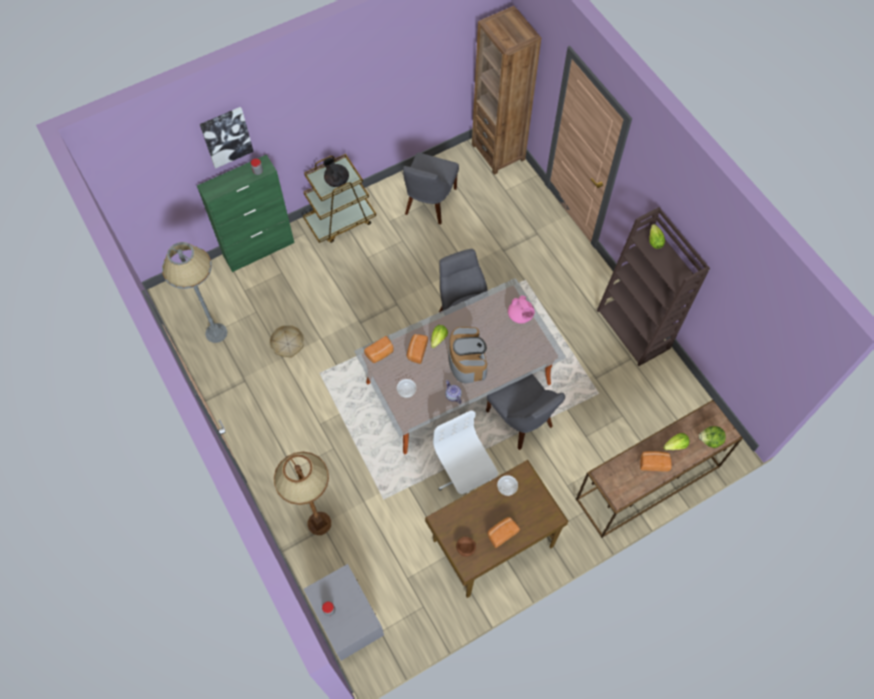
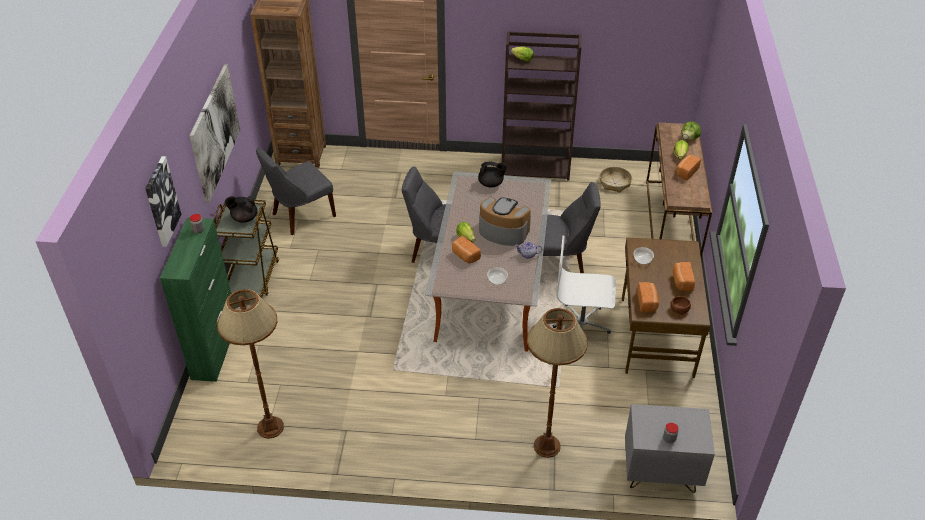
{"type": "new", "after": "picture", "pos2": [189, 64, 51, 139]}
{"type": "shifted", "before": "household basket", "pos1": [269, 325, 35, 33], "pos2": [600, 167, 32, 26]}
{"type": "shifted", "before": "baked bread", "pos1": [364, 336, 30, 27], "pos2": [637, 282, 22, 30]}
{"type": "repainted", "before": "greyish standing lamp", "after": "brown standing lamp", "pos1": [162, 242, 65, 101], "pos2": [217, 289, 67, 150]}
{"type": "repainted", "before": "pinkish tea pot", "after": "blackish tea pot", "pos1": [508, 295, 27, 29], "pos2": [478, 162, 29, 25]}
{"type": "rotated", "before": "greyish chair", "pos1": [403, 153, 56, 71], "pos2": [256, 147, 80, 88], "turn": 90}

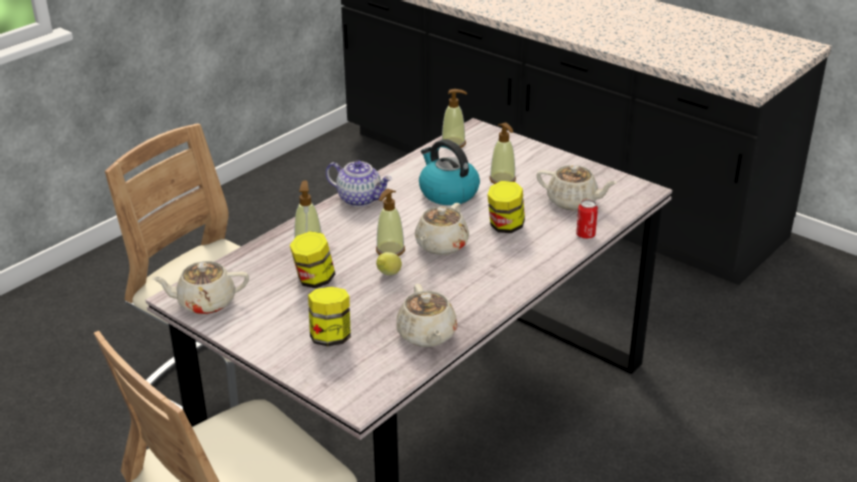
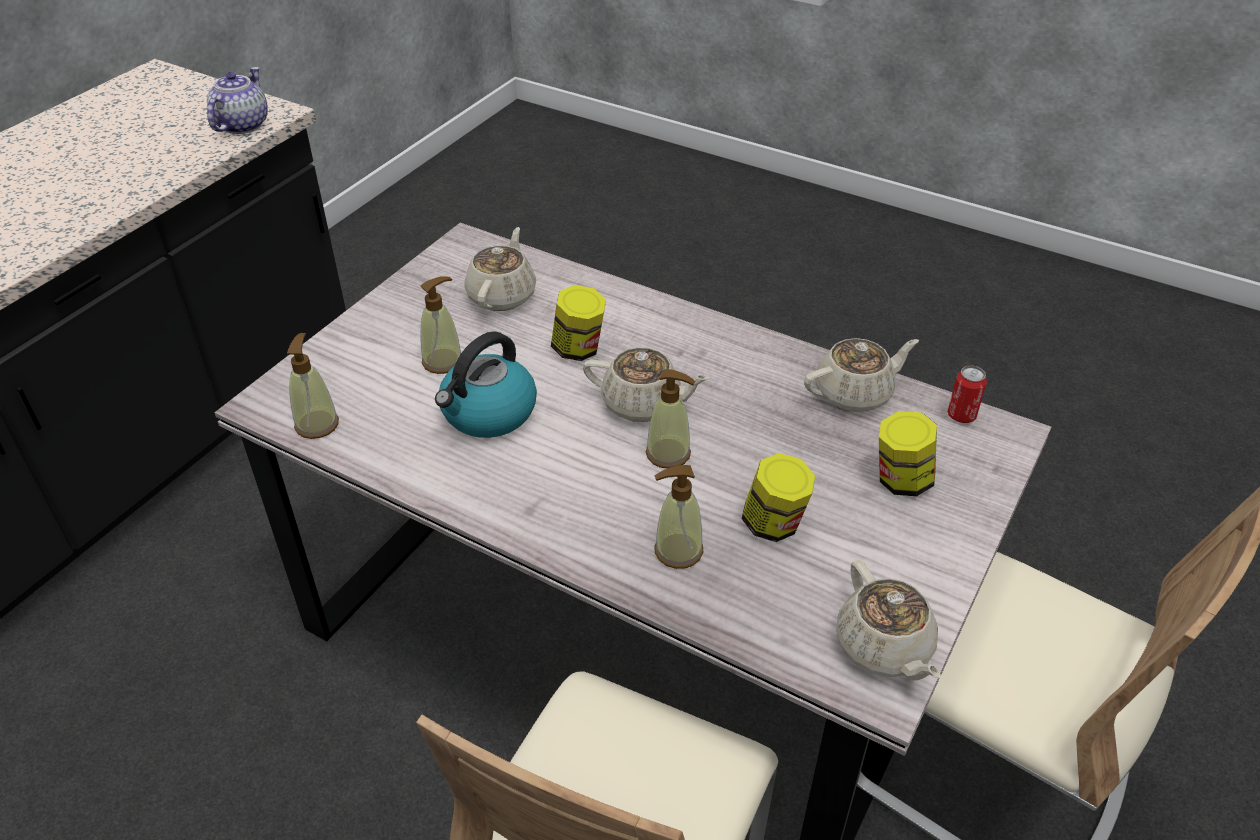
{"type": "gone", "before": "citrus fruit", "pos1": [376, 252, 26, 23]}
{"type": "shifted", "before": "tea pot", "pos1": [326, 160, 66, 47], "pos2": [207, 67, 61, 67]}
{"type": "shifted", "before": "can", "pos1": [576, 199, 22, 40], "pos2": [947, 366, 40, 57]}

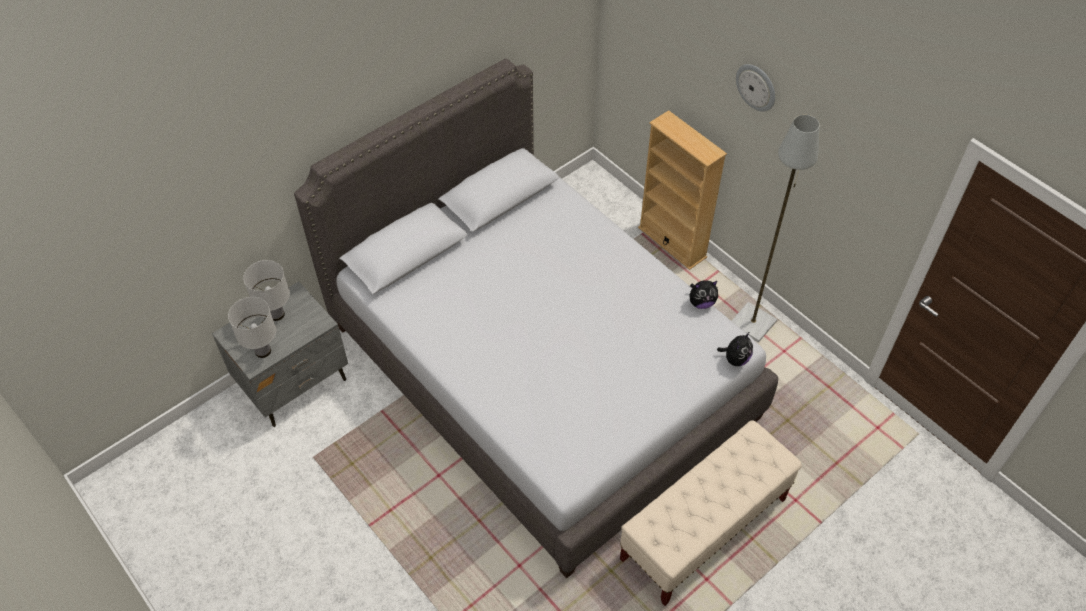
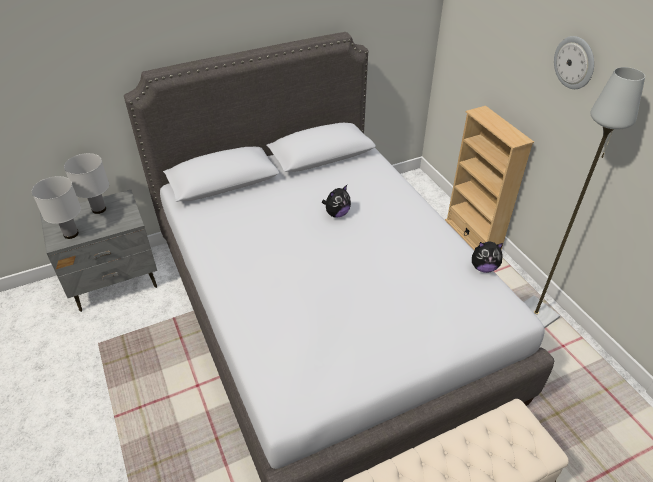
{"type": "shifted", "before": "soft toy", "pos1": [717, 332, 36, 34], "pos2": [322, 185, 29, 33]}

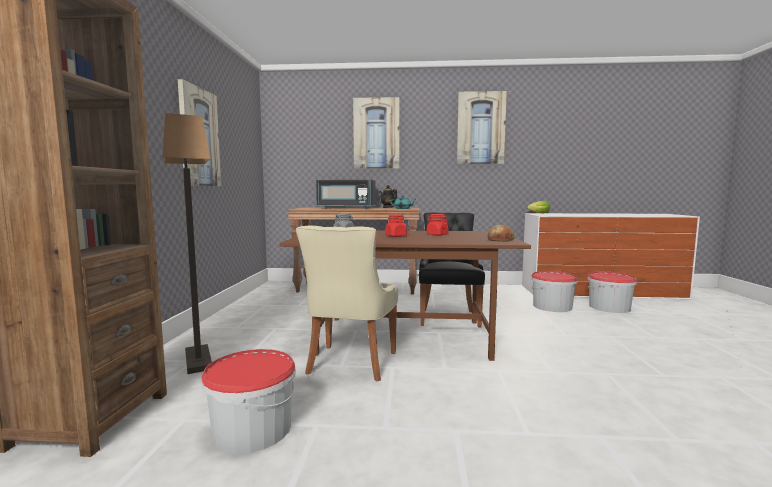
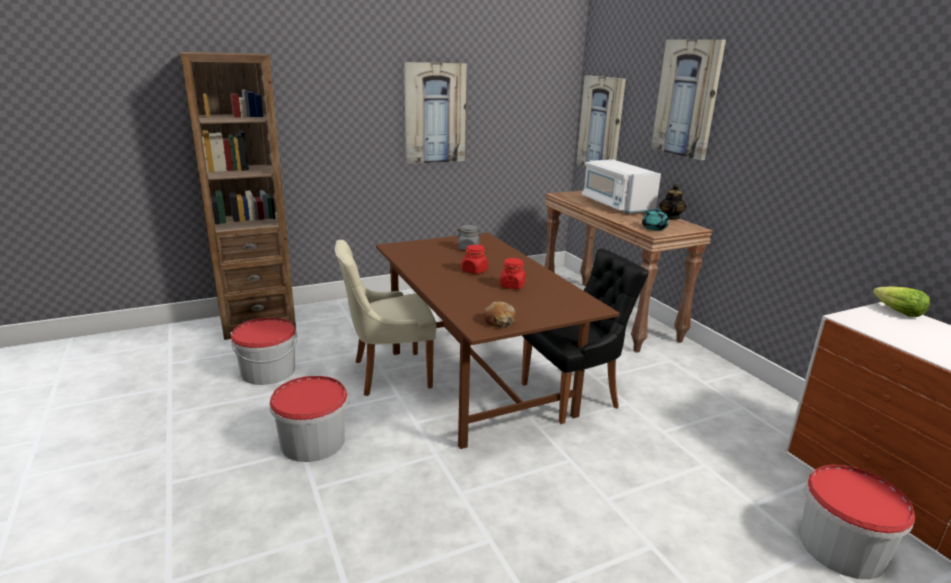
{"type": "gone", "before": "standing lamp", "pos1": [162, 113, 50, 261]}
{"type": "shifted", "before": "picture", "pos1": [457, 91, 50, 73], "pos2": [576, 75, 50, 92]}
{"type": "shifted", "before": "pail", "pos1": [531, 271, 47, 41], "pos2": [270, 376, 79, 86]}
{"type": "repainted", "before": "blackish microwave oven", "after": "white-coloured microwave oven", "pos1": [316, 180, 60, 29], "pos2": [582, 160, 79, 54]}

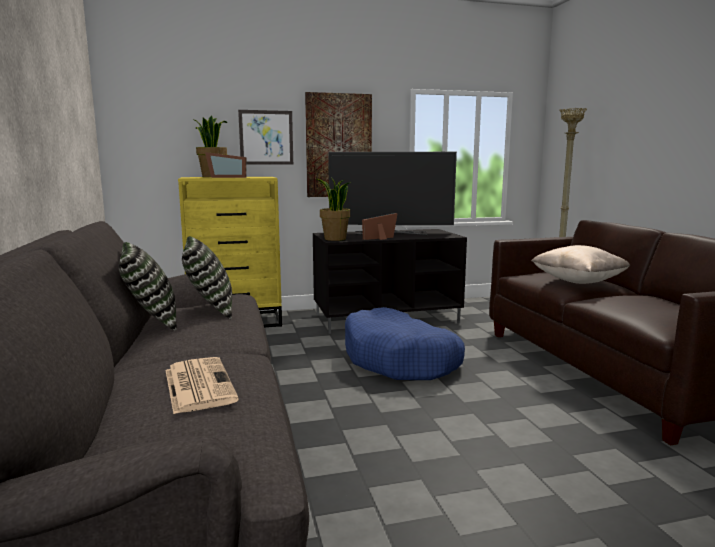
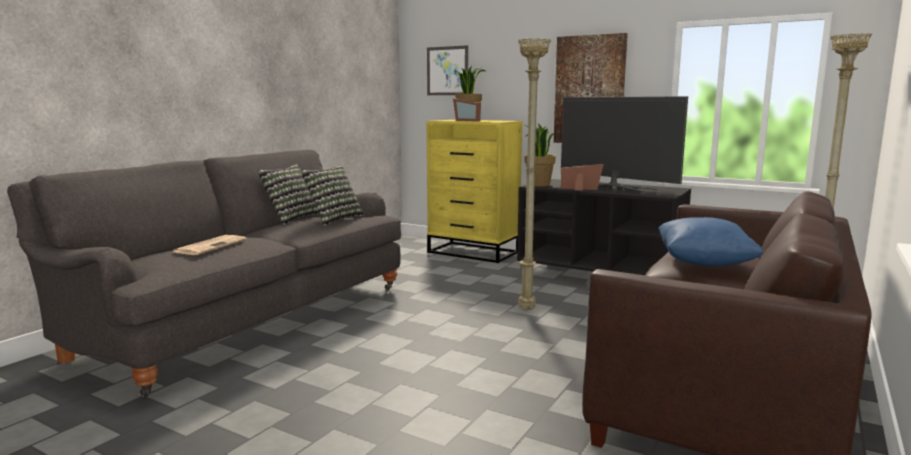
{"type": "shifted", "before": "picture", "pos1": [238, 110, 55, 55], "pos2": [427, 45, 41, 50]}
{"type": "swapped", "before": "blue-coloured dog bed", "after": "sand-coloured standing lamp", "pos1": [345, 307, 120, 73], "pos2": [518, 38, 33, 272]}
{"type": "repainted", "before": "sand-coloured throw pillow", "after": "blue-coloured throw pillow", "pos1": [531, 245, 99, 39], "pos2": [658, 217, 105, 49]}

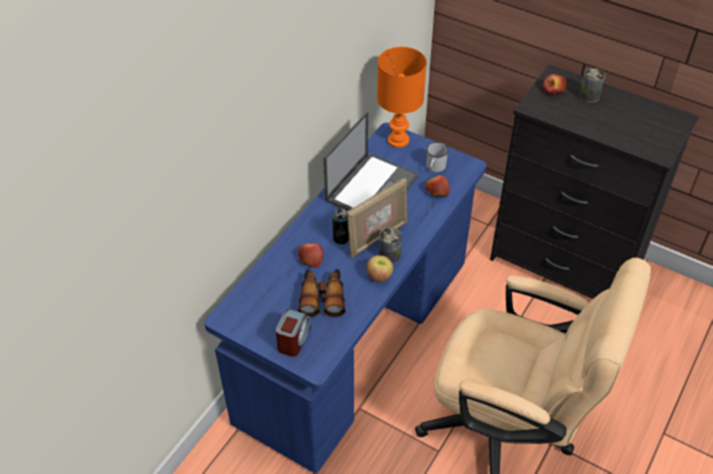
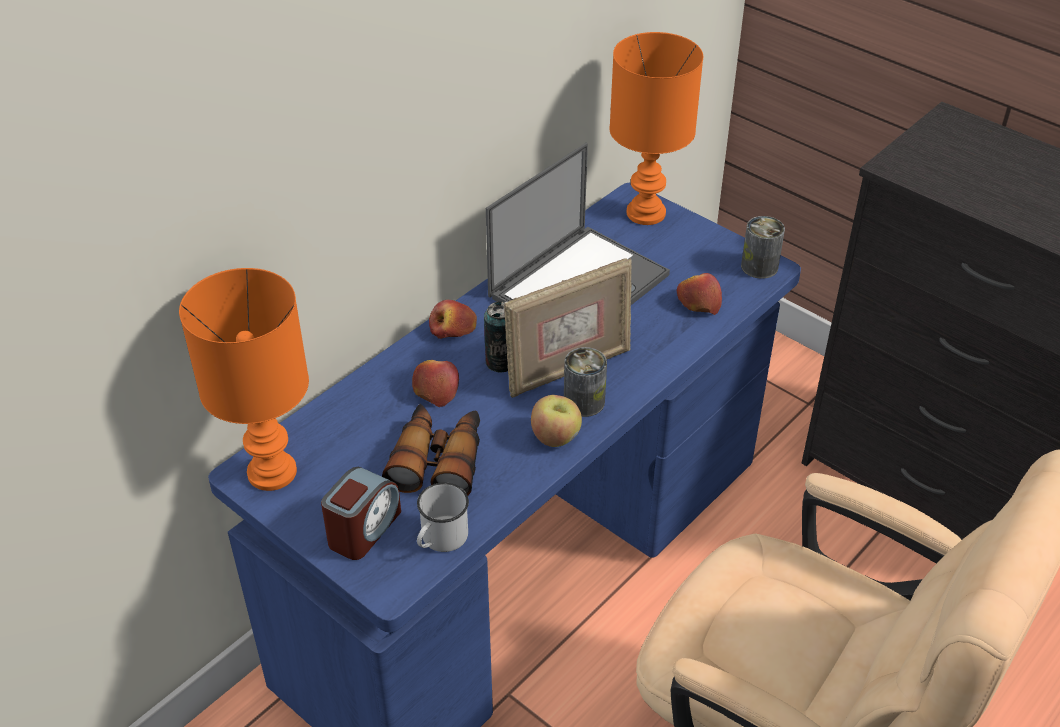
{"type": "new", "after": "orangey table lamp", "pos2": [179, 268, 130, 223]}
{"type": "shifted", "before": "white-coloured mug", "pos1": [426, 142, 23, 30], "pos2": [417, 482, 52, 70]}
{"type": "shifted", "before": "apple", "pos1": [543, 74, 24, 20], "pos2": [429, 300, 48, 39]}
{"type": "shifted", "before": "can", "pos1": [579, 68, 26, 35], "pos2": [741, 216, 44, 63]}

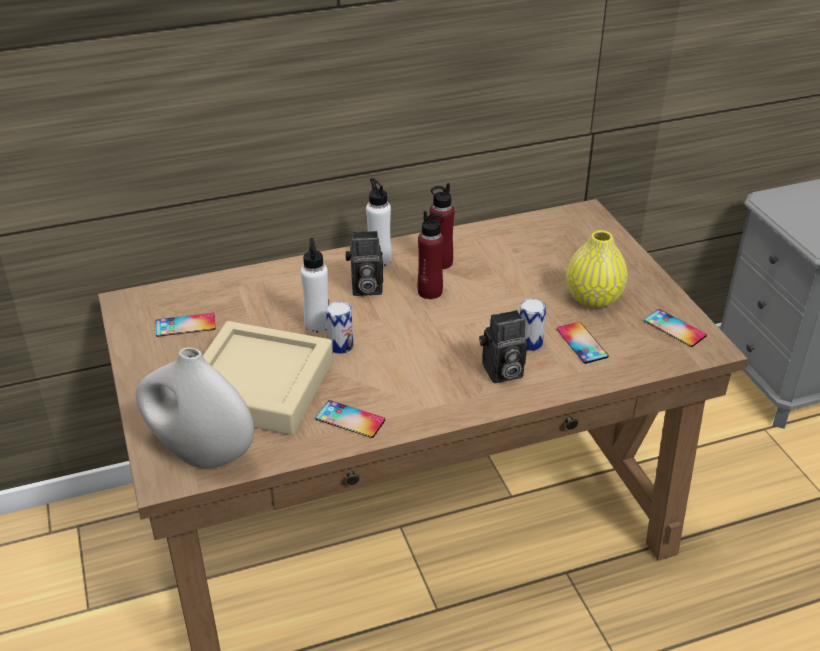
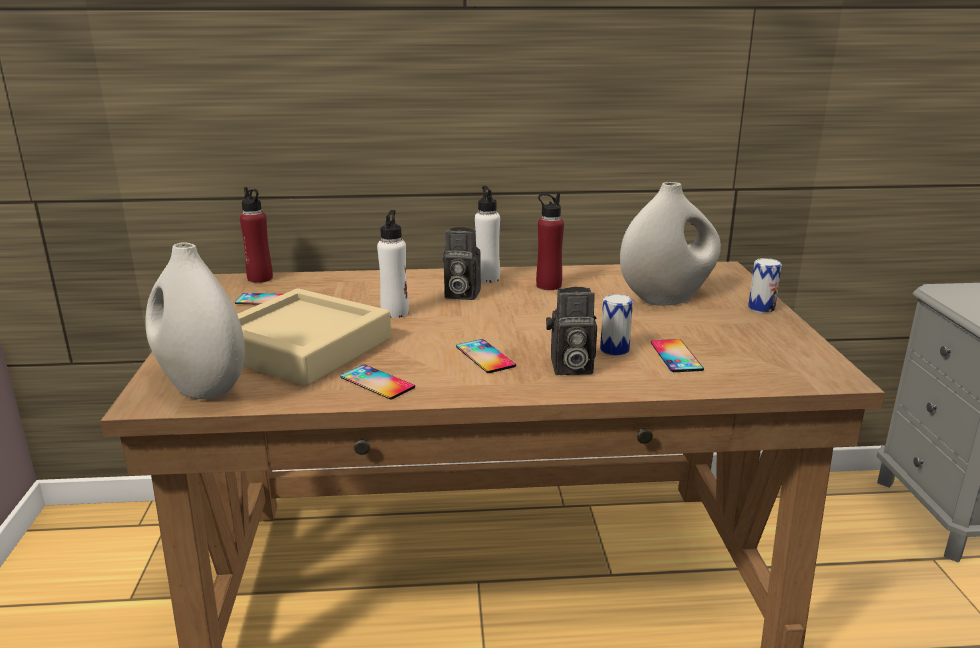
{"type": "gone", "before": "yellow vase", "pos1": [566, 230, 62, 78]}
{"type": "new", "after": "white-coloured vase", "pos2": [620, 182, 101, 124]}
{"type": "shifted", "before": "can", "pos1": [326, 301, 27, 53], "pos2": [748, 258, 34, 55]}
{"type": "shifted", "before": "red drink bottle", "pos1": [418, 211, 26, 88], "pos2": [240, 187, 33, 96]}
{"type": "shifted", "before": "telephone", "pos1": [644, 309, 63, 38], "pos2": [456, 339, 60, 34]}

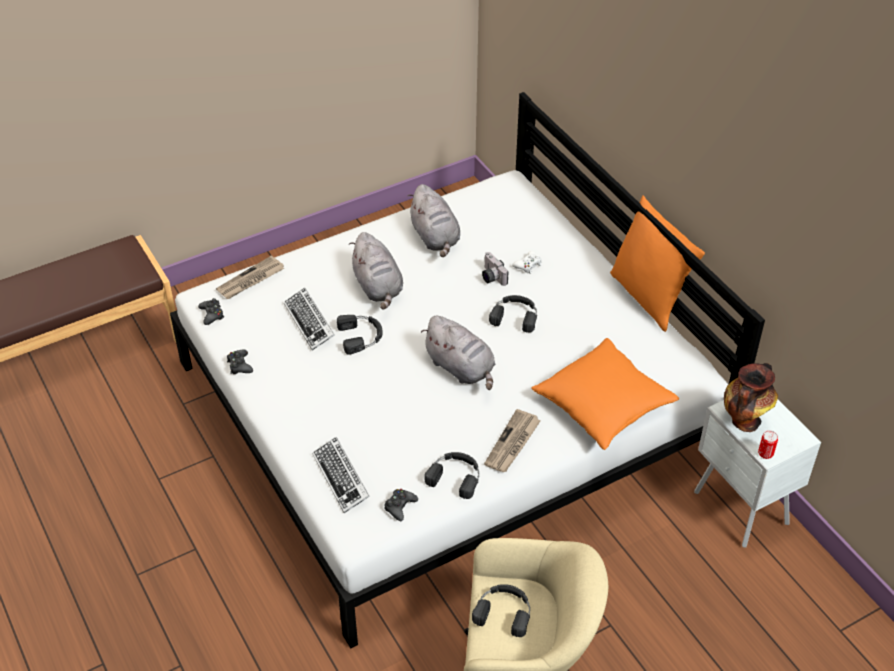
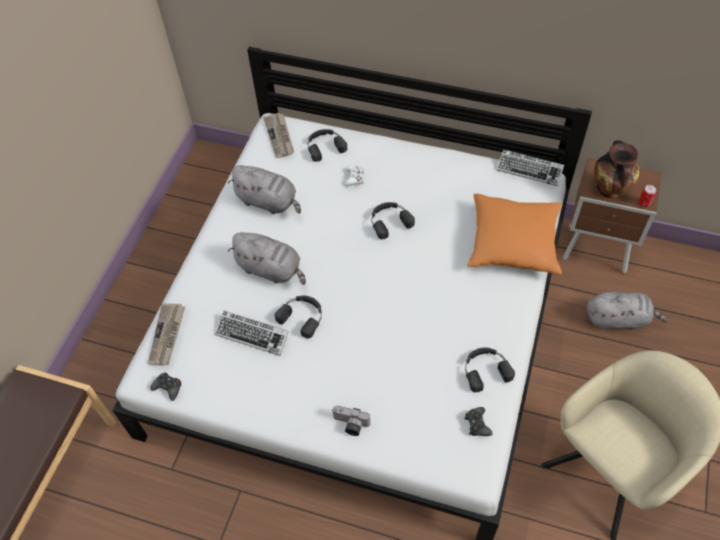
{"type": "gone", "before": "blackish joypad", "pos1": [227, 349, 26, 25]}
{"type": "gone", "before": "orangey throw pillow", "pos1": [610, 195, 95, 137]}
{"type": "shifted", "before": "keyboard", "pos1": [312, 437, 58, 76], "pos2": [497, 149, 67, 37]}
{"type": "shifted", "before": "greyish soft toy", "pos1": [421, 316, 74, 74], "pos2": [587, 292, 81, 38]}
{"type": "shifted", "before": "blackish pair of headphones", "pos1": [472, 584, 58, 53], "pos2": [308, 129, 39, 33]}
{"type": "shifted", "before": "photo camera", "pos1": [482, 252, 26, 34], "pos2": [332, 406, 38, 30]}
{"type": "shifted", "before": "printed paper", "pos1": [484, 409, 57, 63], "pos2": [263, 113, 31, 45]}
{"type": "repainted", "before": "white-coloured night table", "after": "brown night table", "pos1": [694, 399, 127, 149], "pos2": [562, 158, 100, 115]}

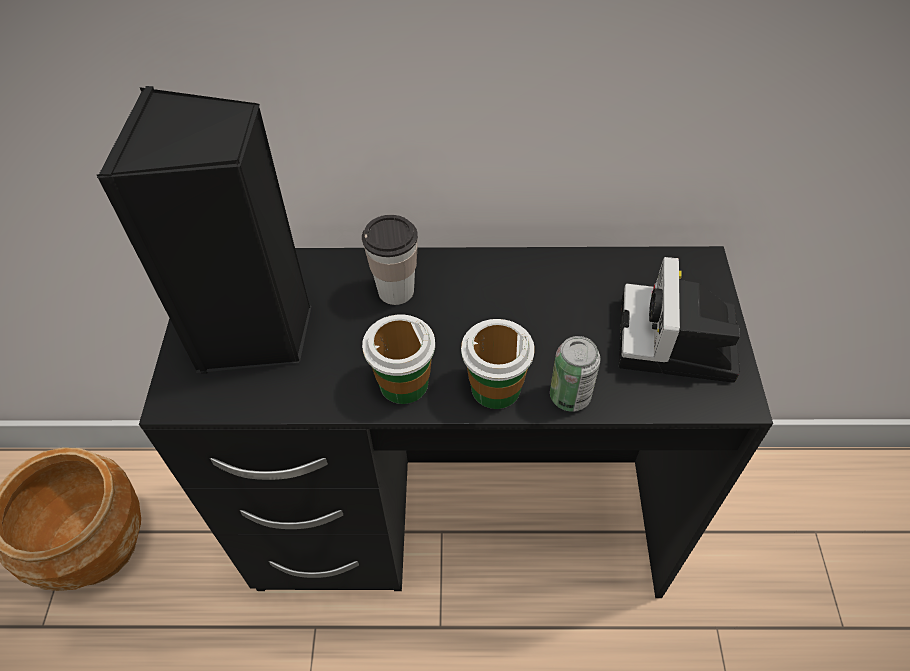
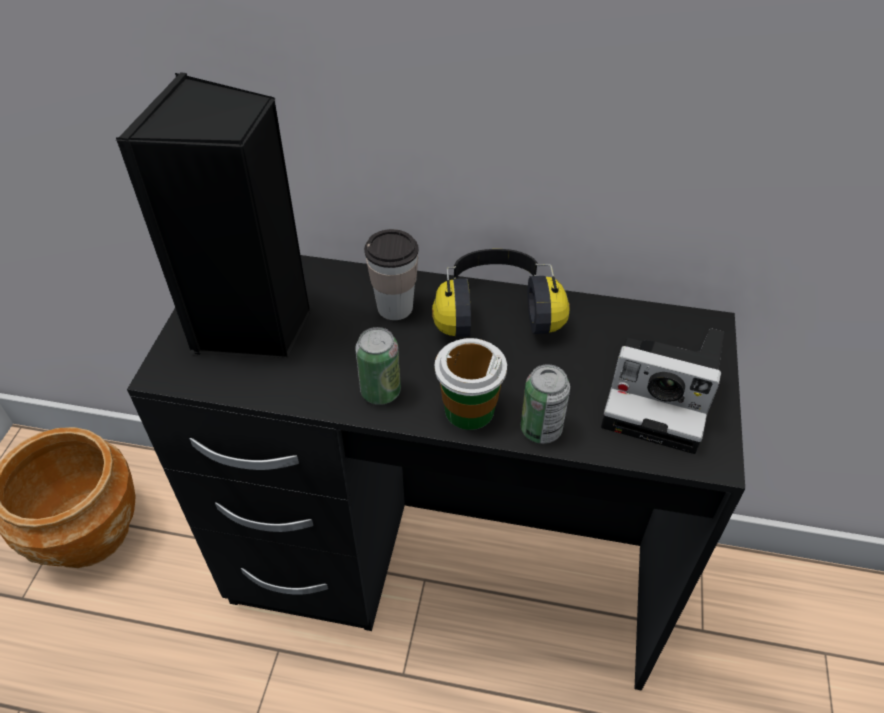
{"type": "new", "after": "pair of headphones", "pos2": [432, 249, 138, 88]}
{"type": "swapped", "before": "cup", "after": "can", "pos1": [362, 315, 73, 89], "pos2": [355, 327, 46, 78]}
{"type": "rotated", "before": "photo camera", "pos1": [619, 257, 121, 126], "pos2": [601, 328, 123, 126], "turn": -90}

